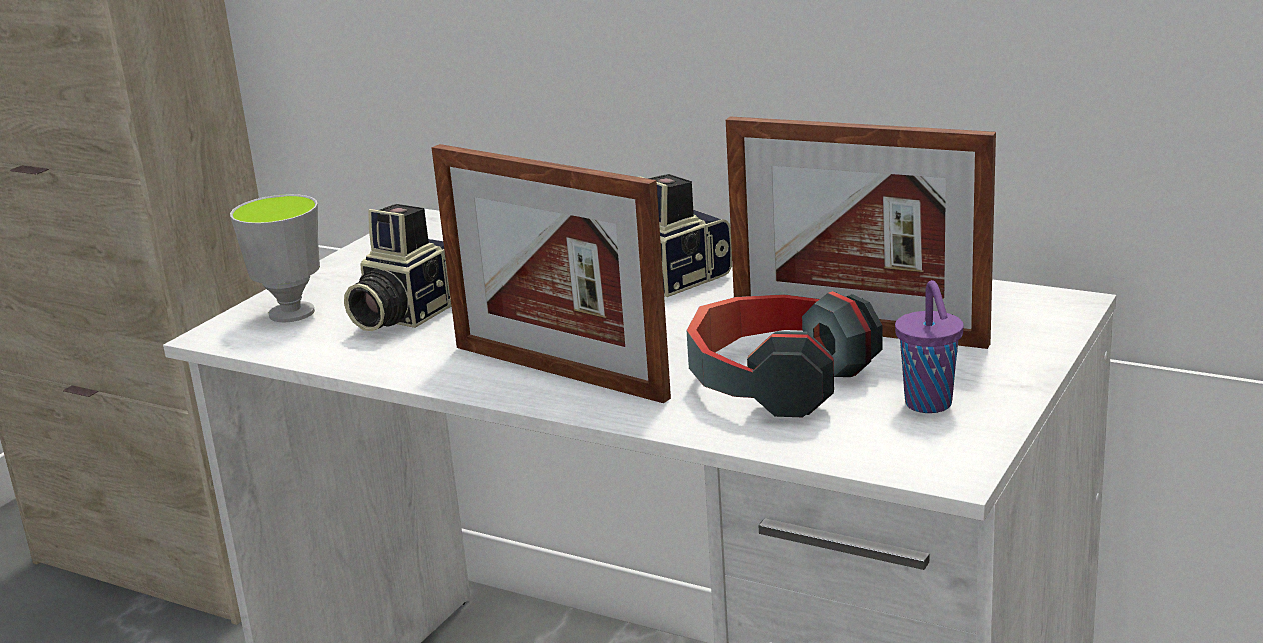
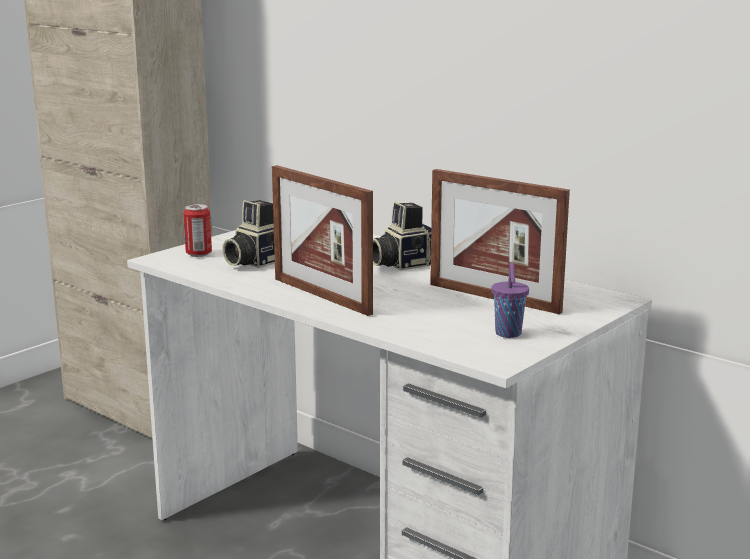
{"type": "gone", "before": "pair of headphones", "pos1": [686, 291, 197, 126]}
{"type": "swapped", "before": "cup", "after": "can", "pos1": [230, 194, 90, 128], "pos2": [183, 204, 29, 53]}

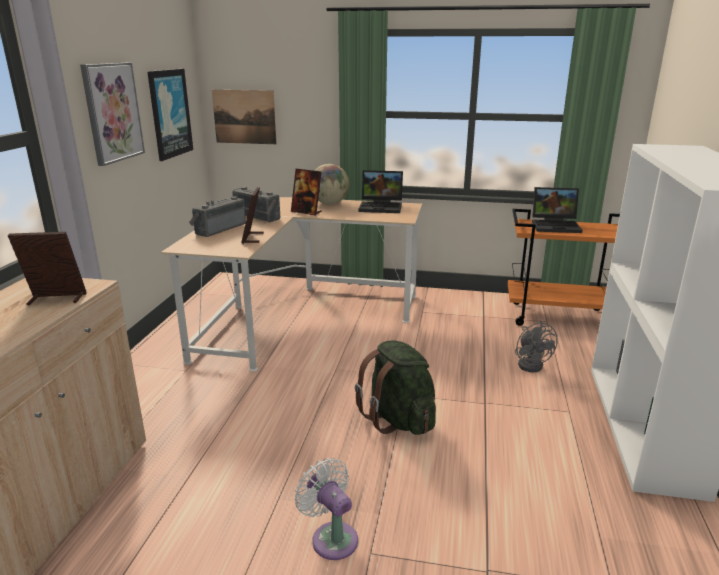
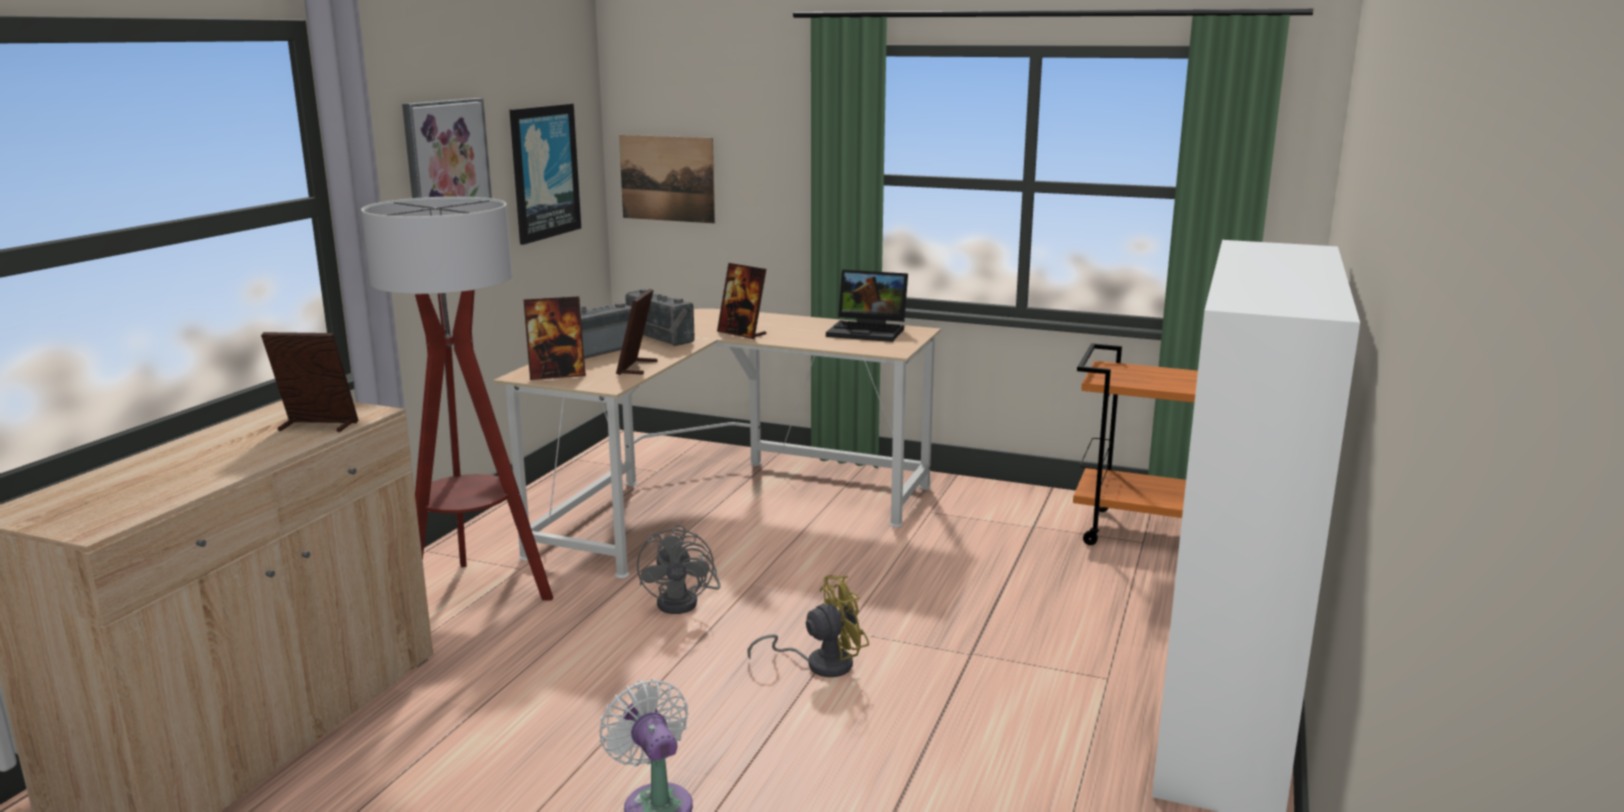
{"type": "gone", "before": "desk globe", "pos1": [314, 164, 35, 40]}
{"type": "gone", "before": "notebook computer", "pos1": [532, 187, 51, 46]}
{"type": "new", "after": "standing lamp", "pos2": [361, 196, 192, 405]}
{"type": "new", "after": "picture frame", "pos2": [524, 296, 62, 84]}
{"type": "shifted", "before": "greyish electric fan", "pos1": [515, 320, 43, 52], "pos2": [637, 525, 83, 89]}
{"type": "swapped", "before": "green-coloured rucksack", "after": "yellow electric fan", "pos1": [355, 340, 81, 95], "pos2": [747, 575, 122, 102]}

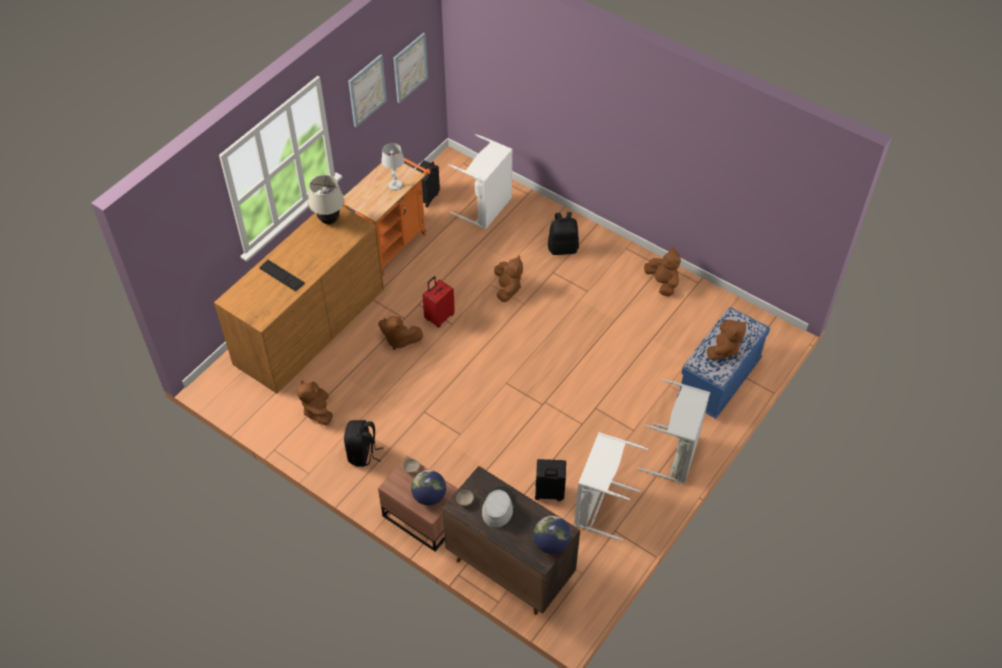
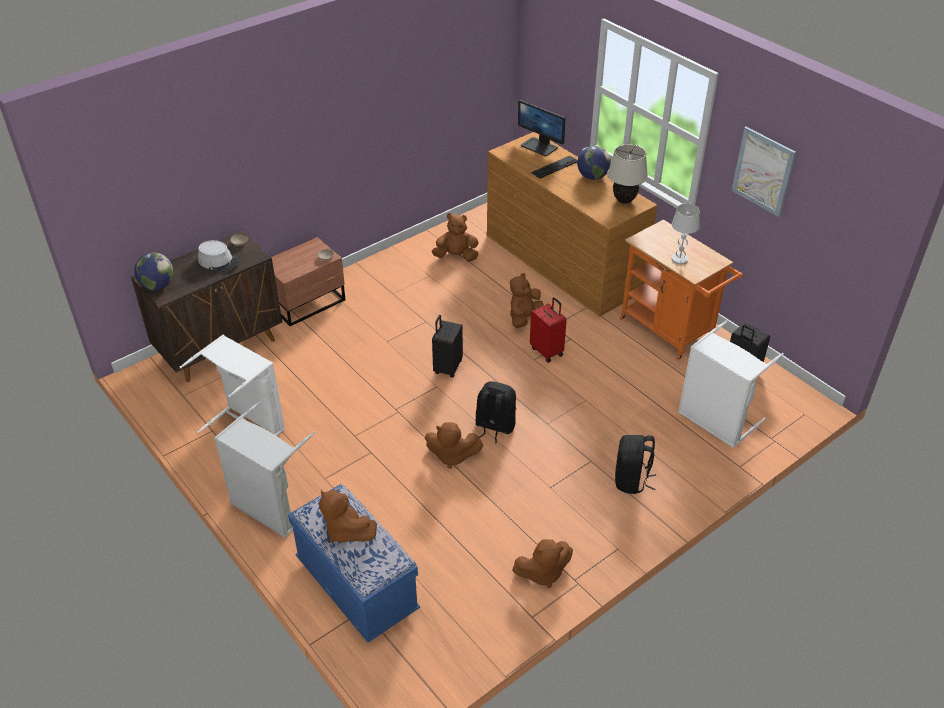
{"type": "gone", "before": "picture", "pos1": [393, 33, 35, 70]}
{"type": "new", "after": "computer screen", "pos2": [518, 100, 47, 56]}
{"type": "shifted", "before": "blackish rucksack", "pos1": [344, 420, 39, 47], "pos2": [476, 381, 40, 62]}
{"type": "shifted", "before": "desk globe", "pos1": [411, 470, 35, 36], "pos2": [577, 146, 34, 34]}
{"type": "shifted", "before": "brown soft toy", "pos1": [494, 256, 29, 46], "pos2": [425, 422, 59, 47]}
{"type": "shifted", "before": "blackish suitcase", "pos1": [535, 459, 31, 42], "pos2": [432, 315, 31, 62]}

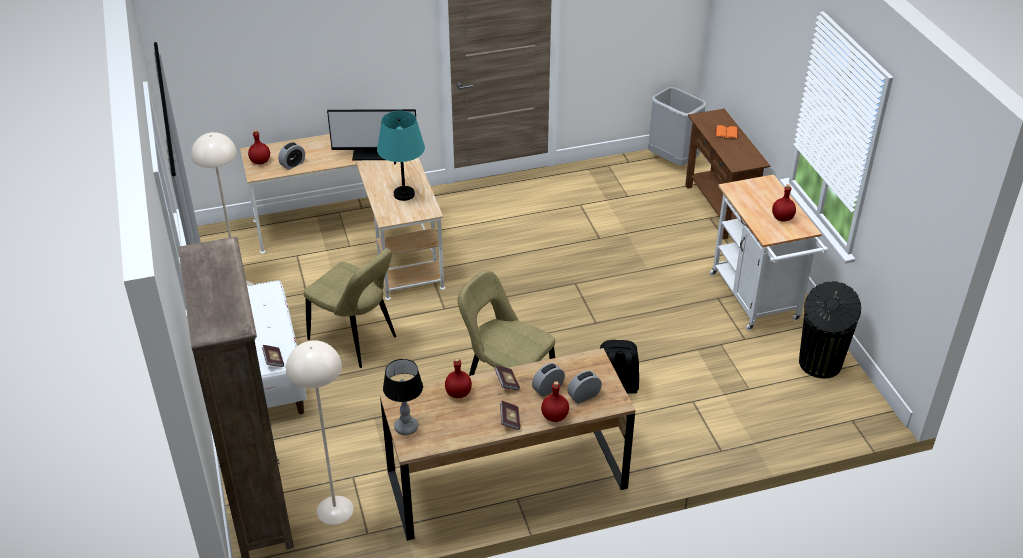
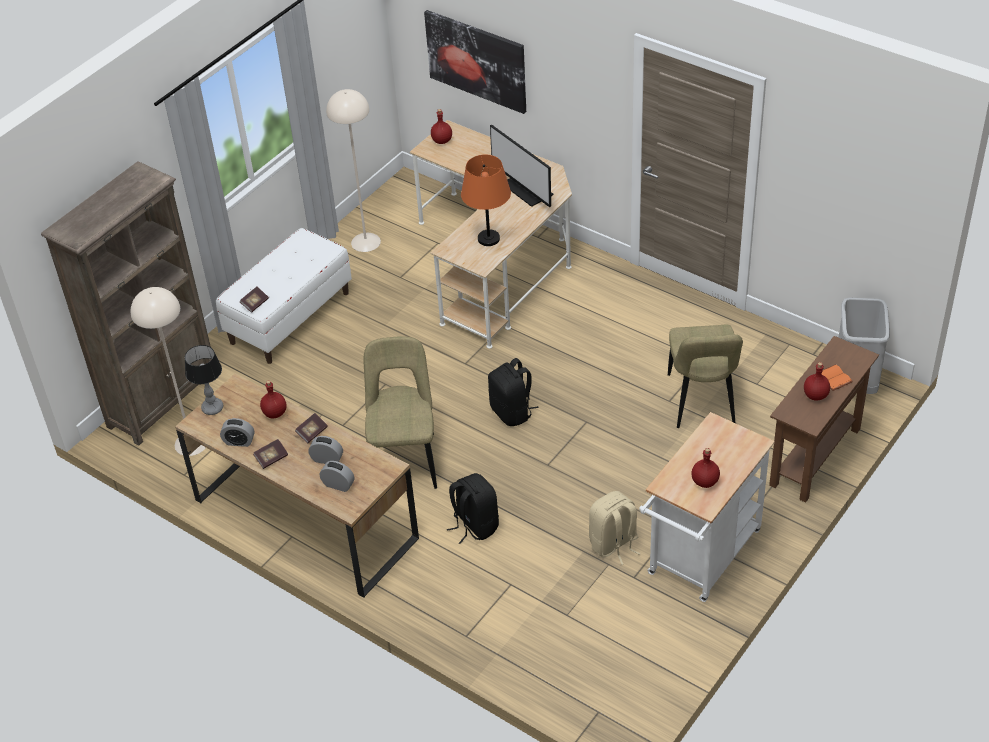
{"type": "gone", "before": "blackish trash can", "pos1": [799, 281, 62, 97]}
{"type": "new", "after": "picture", "pos2": [424, 10, 102, 104]}
{"type": "new", "after": "blackish rucksack", "pos2": [488, 358, 51, 68]}
{"type": "new", "after": "sand-coloured rucksack", "pos2": [589, 491, 52, 74]}
{"type": "shifted", "before": "bedside clock", "pos1": [278, 142, 27, 28], "pos2": [220, 418, 34, 29]}
{"type": "shifted", "before": "sand-coloured chair", "pos1": [304, 248, 92, 120], "pos2": [668, 325, 75, 103]}
{"type": "shifted", "before": "red drink bottle", "pos1": [541, 381, 28, 41], "pos2": [804, 362, 26, 39]}
{"type": "repainted", "before": "blue-green table lamp", "after": "orangey table lamp", "pos1": [377, 111, 48, 90], "pos2": [461, 155, 50, 91]}

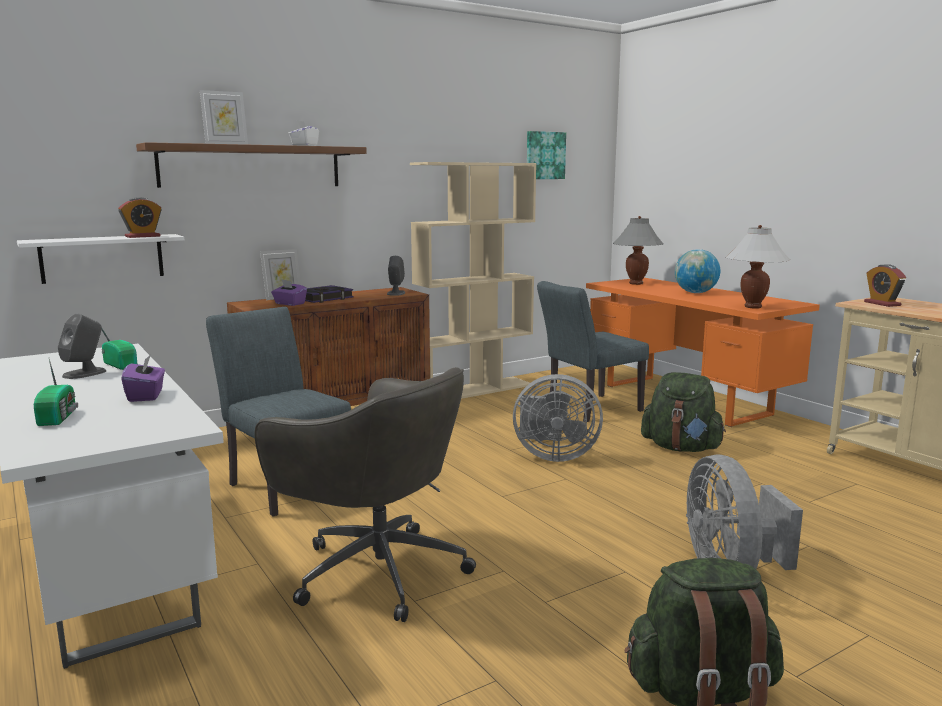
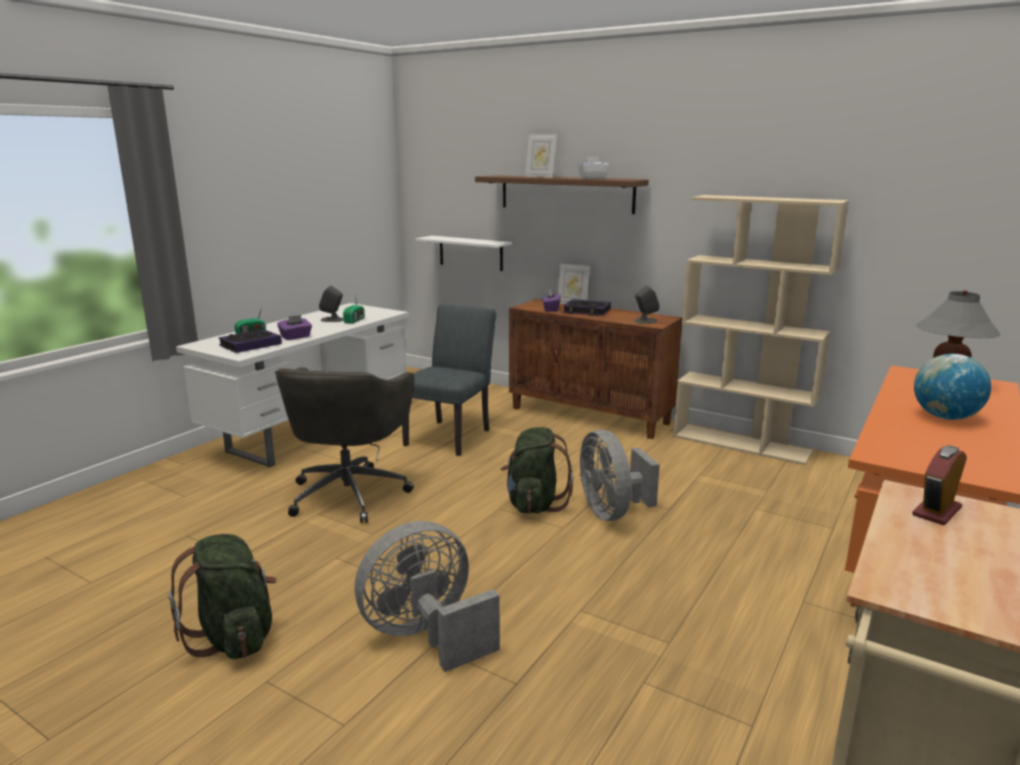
{"type": "gone", "before": "bedside clock", "pos1": [118, 197, 44, 41]}
{"type": "gone", "before": "picture", "pos1": [527, 131, 39, 48]}
{"type": "gone", "before": "greyish chair", "pos1": [537, 281, 112, 141]}
{"type": "gone", "before": "white-coloured table lamp", "pos1": [725, 225, 65, 84]}
{"type": "new", "after": "book", "pos2": [218, 329, 64, 24]}
{"type": "shifted", "before": "green-coloured rucksack", "pos1": [641, 372, 85, 80], "pos2": [500, 427, 73, 87]}

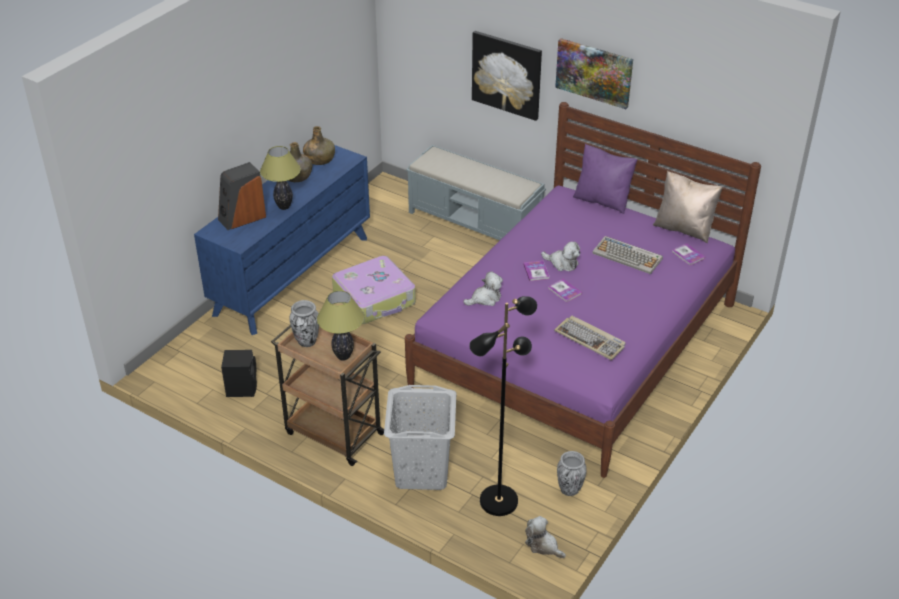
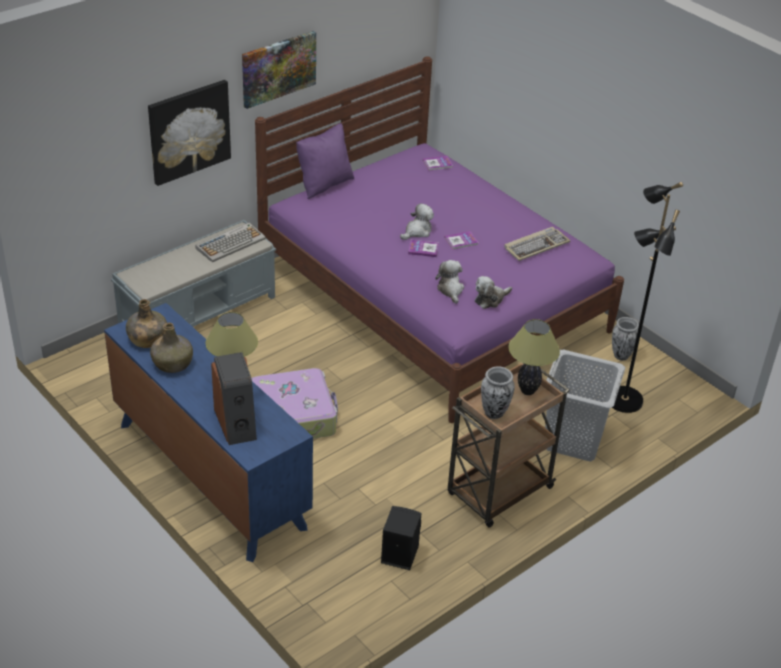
{"type": "gone", "before": "sand-coloured throw pillow", "pos1": [653, 171, 70, 72]}
{"type": "shifted", "before": "soft toy", "pos1": [525, 516, 41, 42], "pos2": [475, 276, 37, 33]}
{"type": "shifted", "before": "keyboard", "pos1": [593, 236, 70, 38], "pos2": [195, 223, 71, 39]}

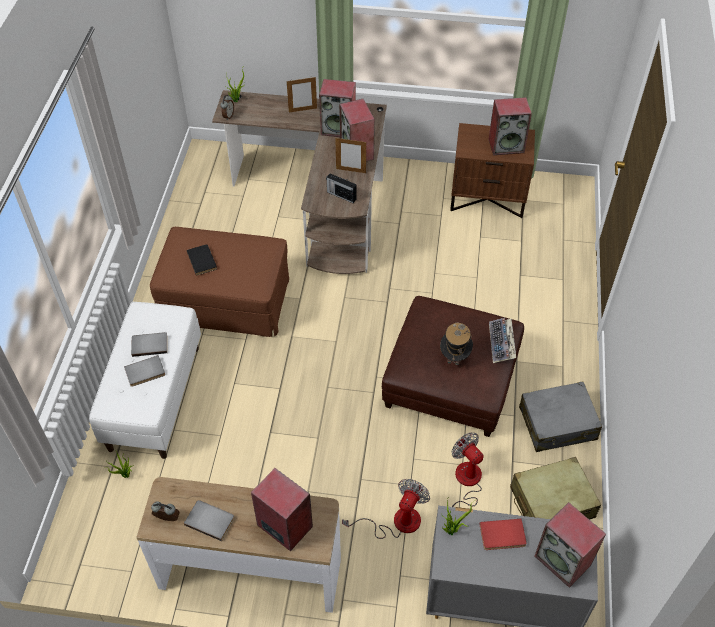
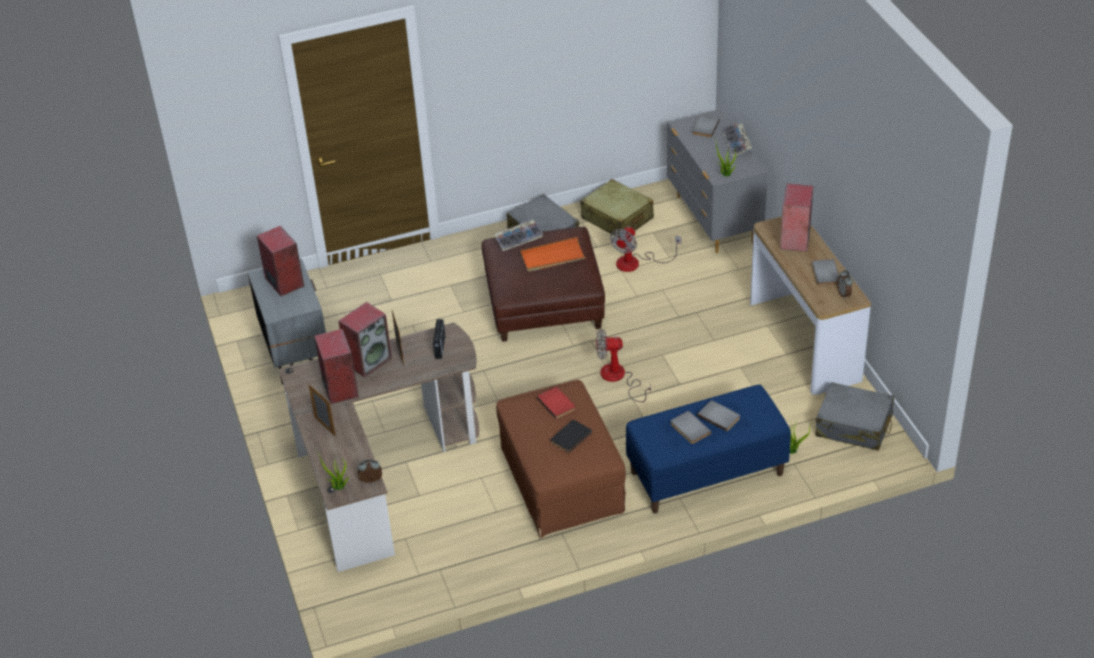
{"type": "new", "after": "keyboard", "pos2": [723, 123, 29, 34]}
{"type": "new", "after": "greyish suitcase", "pos2": [816, 382, 78, 69]}
{"type": "shifted", "before": "electric fan", "pos1": [342, 479, 88, 60], "pos2": [596, 329, 55, 73]}
{"type": "shifted", "before": "red book", "pos1": [480, 519, 47, 31], "pos2": [537, 387, 38, 32]}
{"type": "swapped", "before": "clothing hat", "after": "orangey carrying tray", "pos1": [440, 322, 33, 49], "pos2": [520, 237, 66, 35]}
{"type": "swapped", "before": "loudspeaker", "after": "greyish book", "pos1": [535, 502, 71, 86], "pos2": [692, 114, 28, 24]}
{"type": "repainted", "before": "white-coloured bench", "after": "blue-coloured bench", "pos1": [89, 302, 112, 157], "pos2": [626, 385, 165, 128]}
{"type": "repainted", "before": "brown night table", "after": "greyish night table", "pos1": [450, 123, 85, 95], "pos2": [247, 258, 79, 127]}

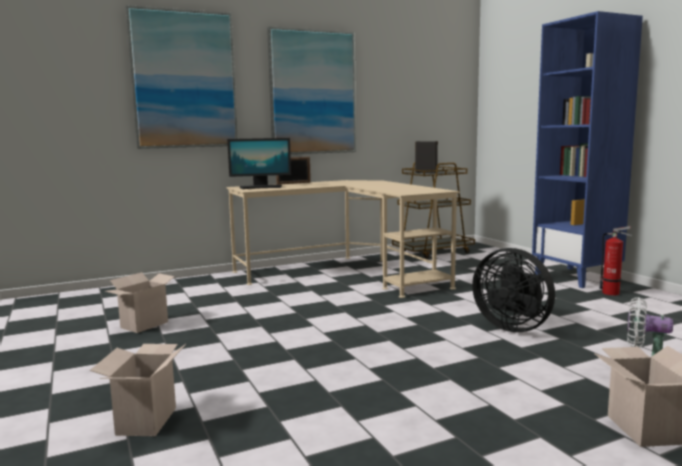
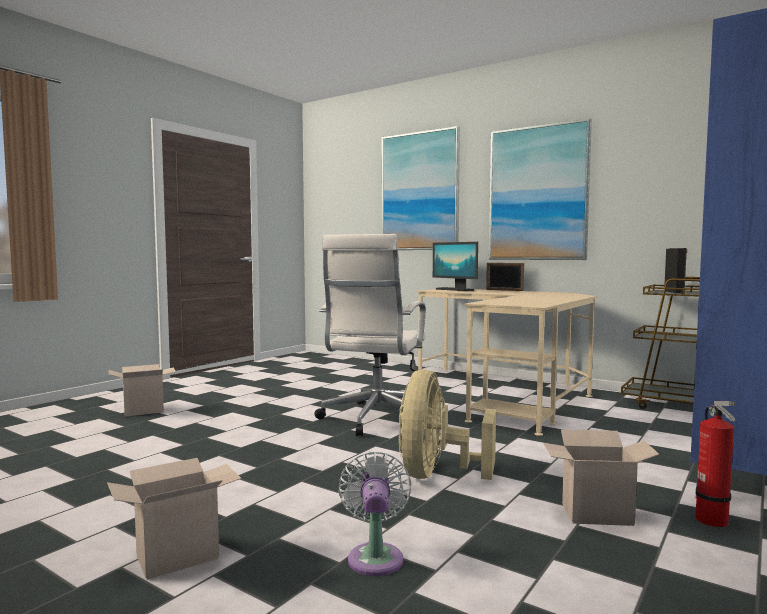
{"type": "new", "after": "white-coloured office chair", "pos2": [314, 234, 112, 202]}
{"type": "shifted", "before": "packing box", "pos1": [105, 272, 70, 61], "pos2": [543, 429, 117, 97]}
{"type": "repainted", "before": "blackish electric fan", "after": "sand-coloured electric fan", "pos1": [472, 248, 83, 84], "pos2": [399, 370, 97, 110]}

